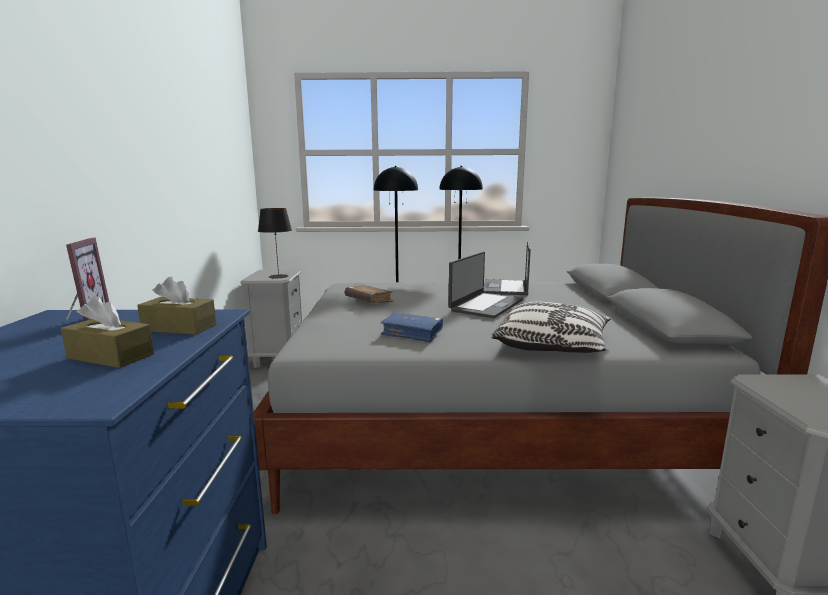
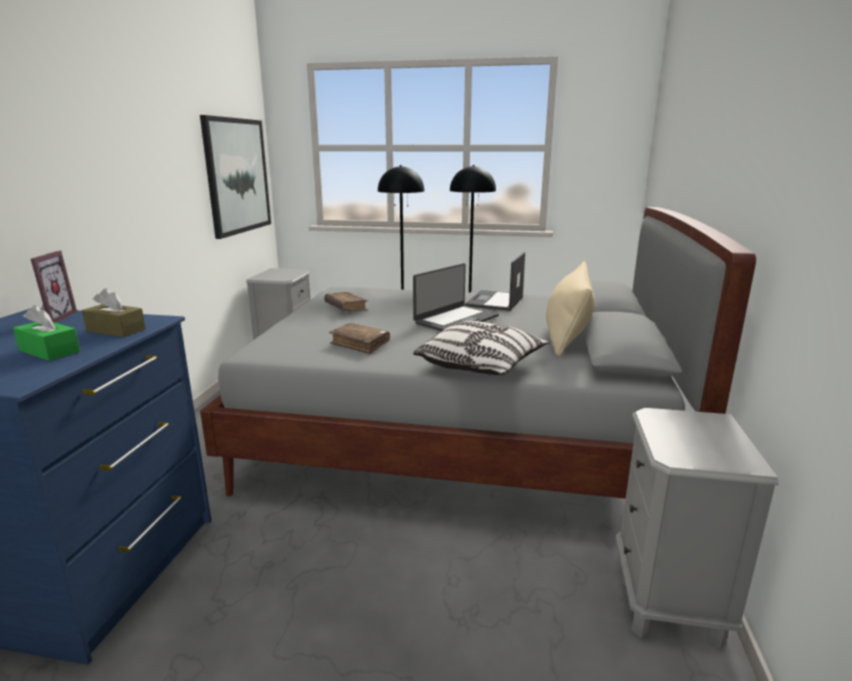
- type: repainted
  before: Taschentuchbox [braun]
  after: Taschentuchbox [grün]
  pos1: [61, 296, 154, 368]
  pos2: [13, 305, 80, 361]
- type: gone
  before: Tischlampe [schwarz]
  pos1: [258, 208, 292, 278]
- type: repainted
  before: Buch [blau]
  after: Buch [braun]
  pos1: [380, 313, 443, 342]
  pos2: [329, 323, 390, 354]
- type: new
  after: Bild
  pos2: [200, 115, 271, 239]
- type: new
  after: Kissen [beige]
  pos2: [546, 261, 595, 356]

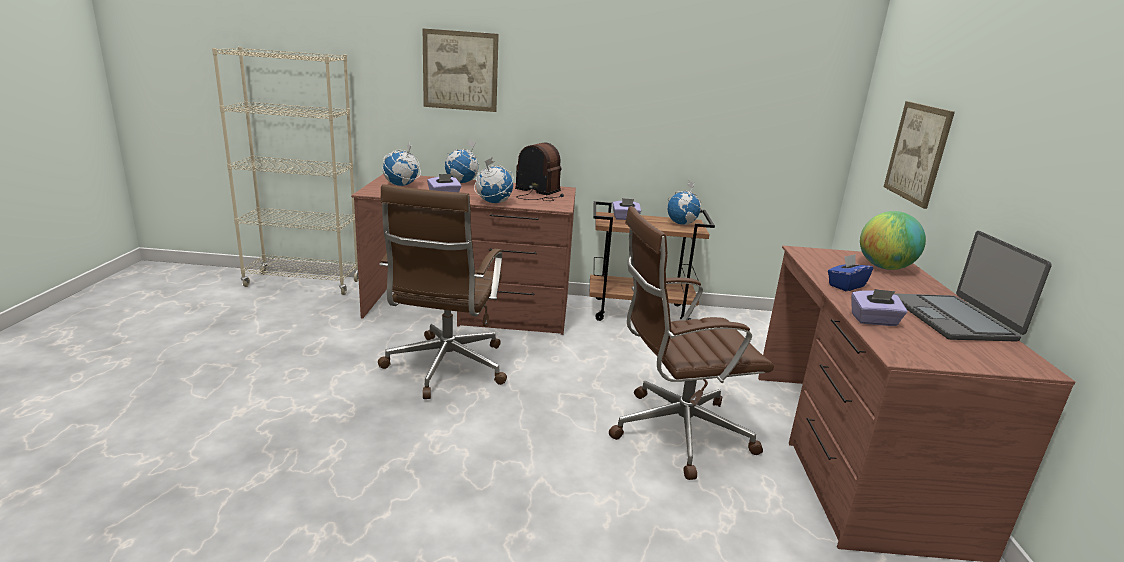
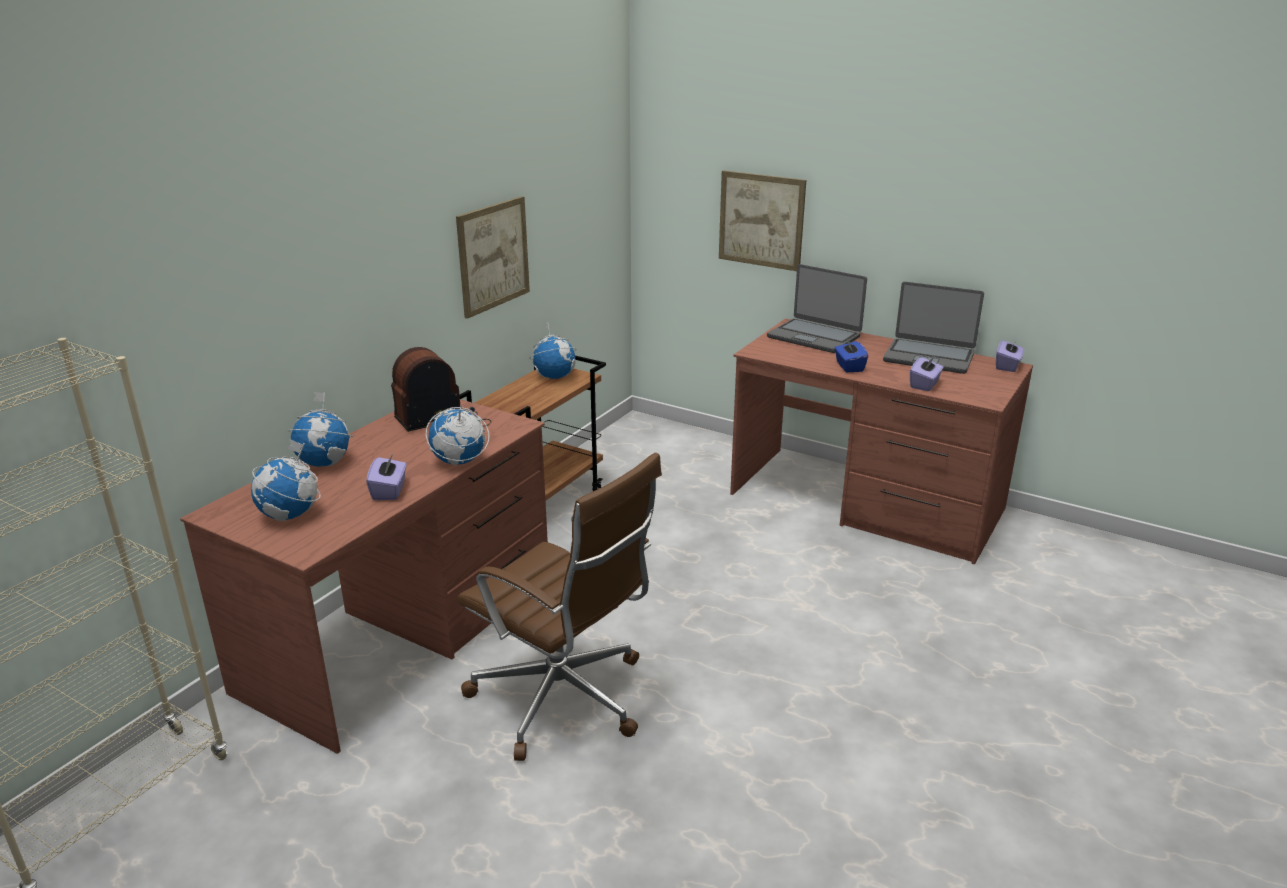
- type: shifted
  before: Bild
  pos1: [423, 28, 499, 112]
  pos2: [456, 196, 530, 319]
- type: gone
  before: Bürostuhl [braun]
  pos1: [609, 206, 774, 480]
- type: shifted
  before: Taschentuchbox [lila]
  pos1: [612, 198, 641, 220]
  pos2: [996, 338, 1024, 372]
- type: swapped
  before: Globus
  after: Laptop
  pos1: [860, 211, 926, 270]
  pos2: [767, 264, 867, 353]

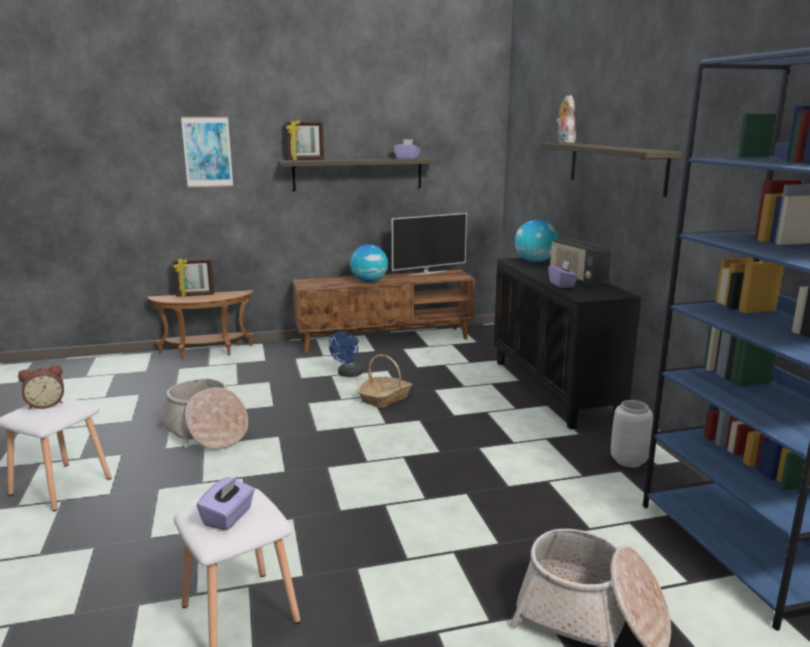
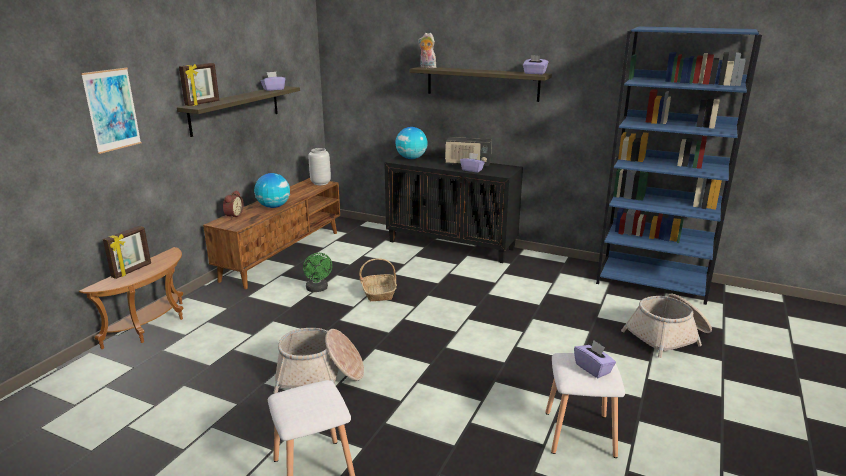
- type: shifted
  before: Wecker
  pos1: [18, 365, 64, 409]
  pos2: [223, 191, 244, 219]
- type: repainted
  before: Ventilator [blau]
  after: Ventilator [grün]
  pos1: [329, 331, 363, 377]
  pos2: [303, 253, 332, 292]
- type: gone
  before: Fernseher
  pos1: [392, 213, 467, 275]
- type: shifted
  before: Vase [grau]
  pos1: [611, 400, 653, 468]
  pos2: [309, 148, 331, 185]
- type: new
  after: Taschentuchbox [lila]
  pos2: [523, 55, 548, 74]

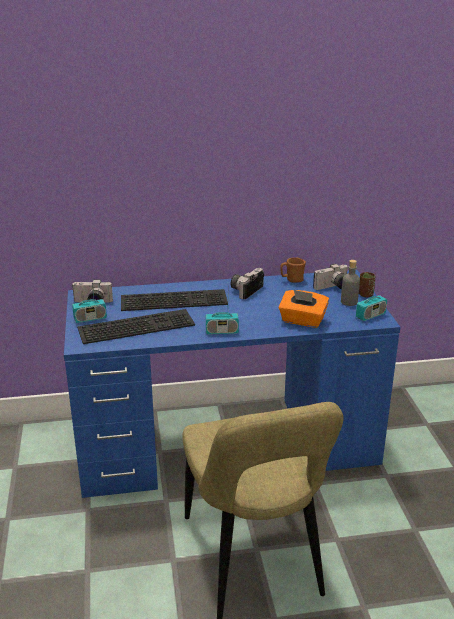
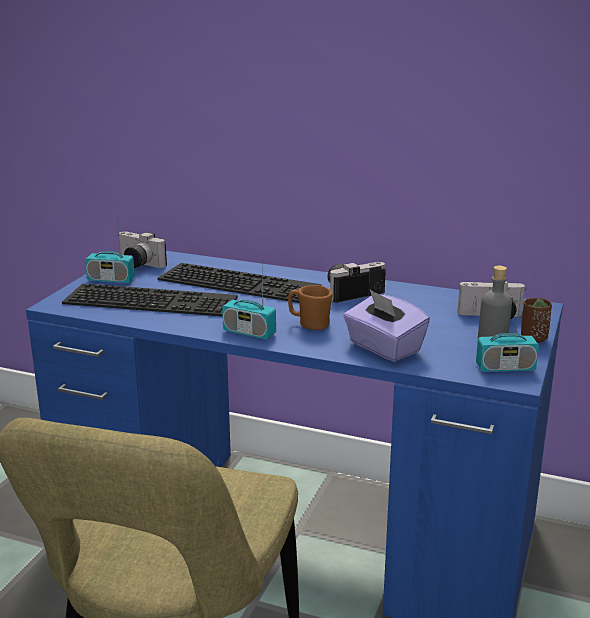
- type: repainted
  before: Taschentuchbox [orange]
  after: Taschentuchbox [lila]
  pos1: [278, 290, 329, 328]
  pos2: [343, 290, 430, 362]
- type: shifted
  before: Henkelbecher [braun]
  pos1: [280, 257, 306, 283]
  pos2: [288, 285, 333, 330]

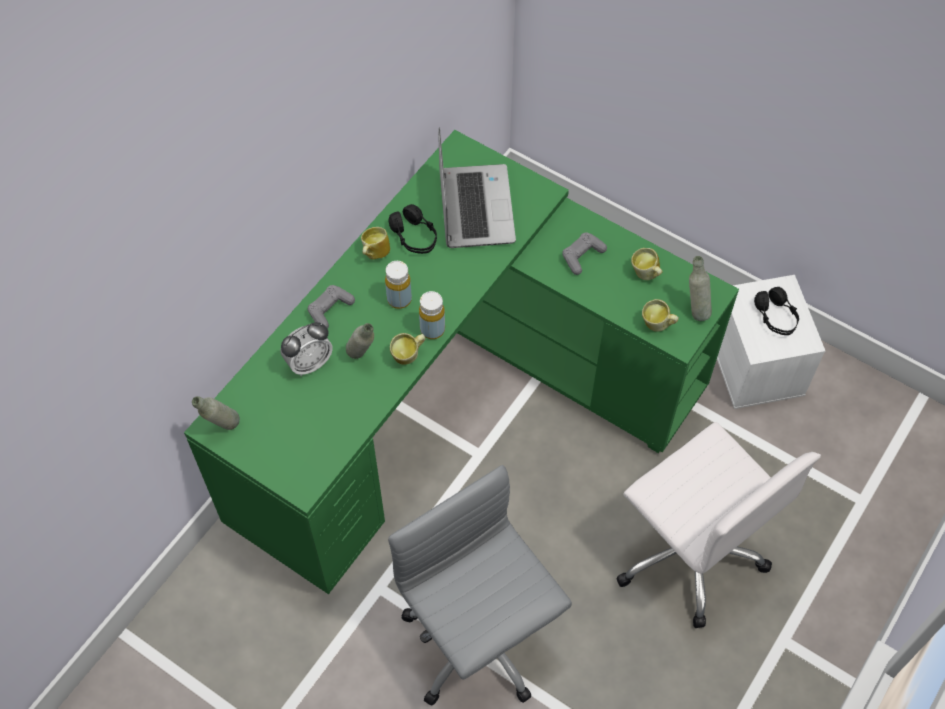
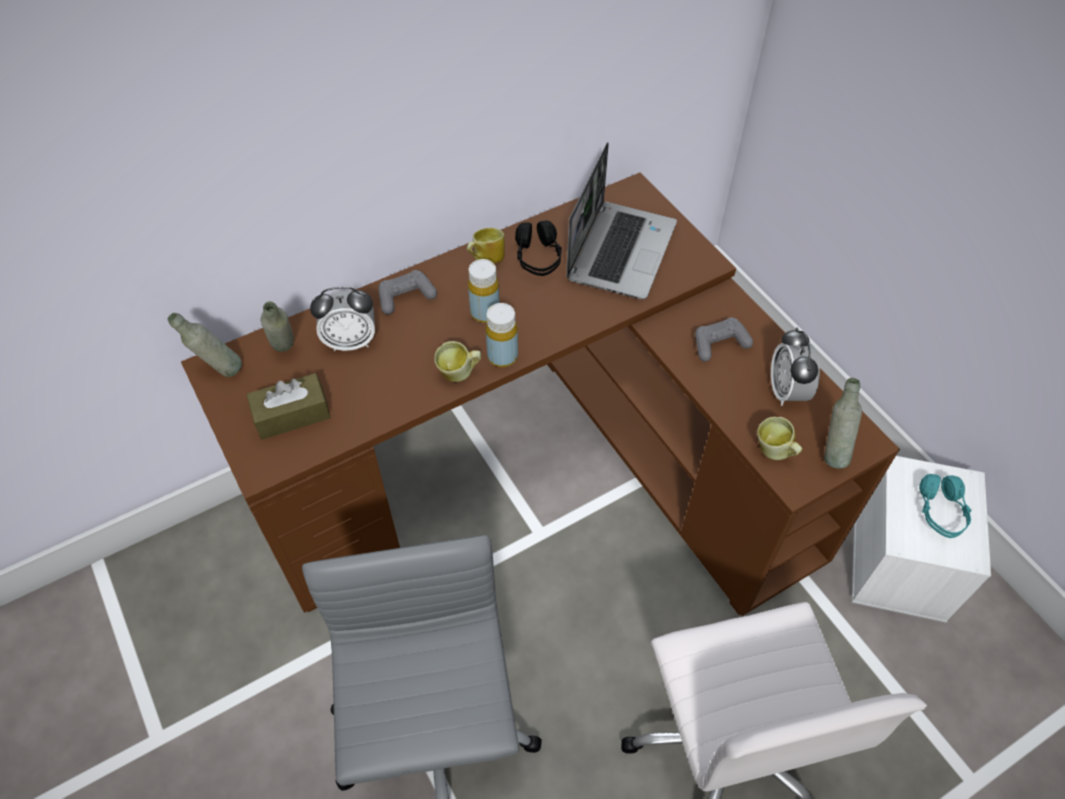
- type: repainted
  before: Schreibtisch [grün]
  after: Schreibtisch [braun]
  pos1: [184, 130, 739, 594]
  pos2: [181, 172, 900, 616]
- type: shifted
  before: Flasche [grau]
  pos1: [346, 323, 374, 359]
  pos2: [261, 301, 294, 351]
- type: swapped
  before: Henkelbecher
  after: Wecker
  pos1: [631, 248, 663, 280]
  pos2: [771, 328, 820, 406]
- type: repainted
  before: Kopfhörer [schwarz]
  after: Kopfhörer [türkis]
  pos1: [754, 287, 799, 335]
  pos2: [919, 474, 972, 538]
- type: new
  after: Taschentuchbox [braun]
  pos2: [246, 373, 331, 440]

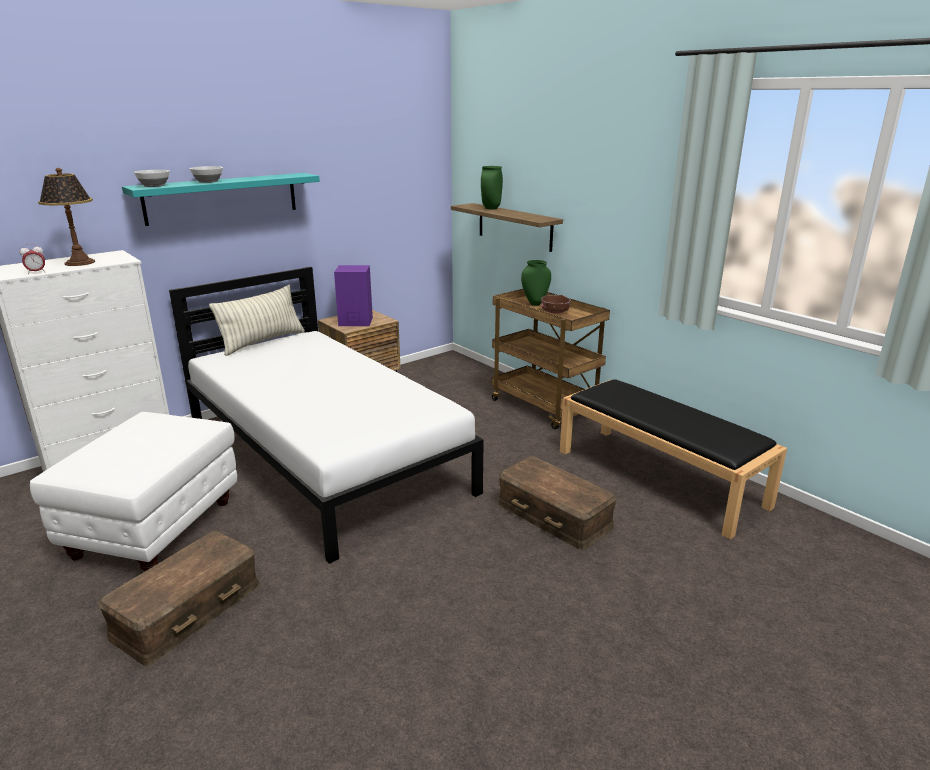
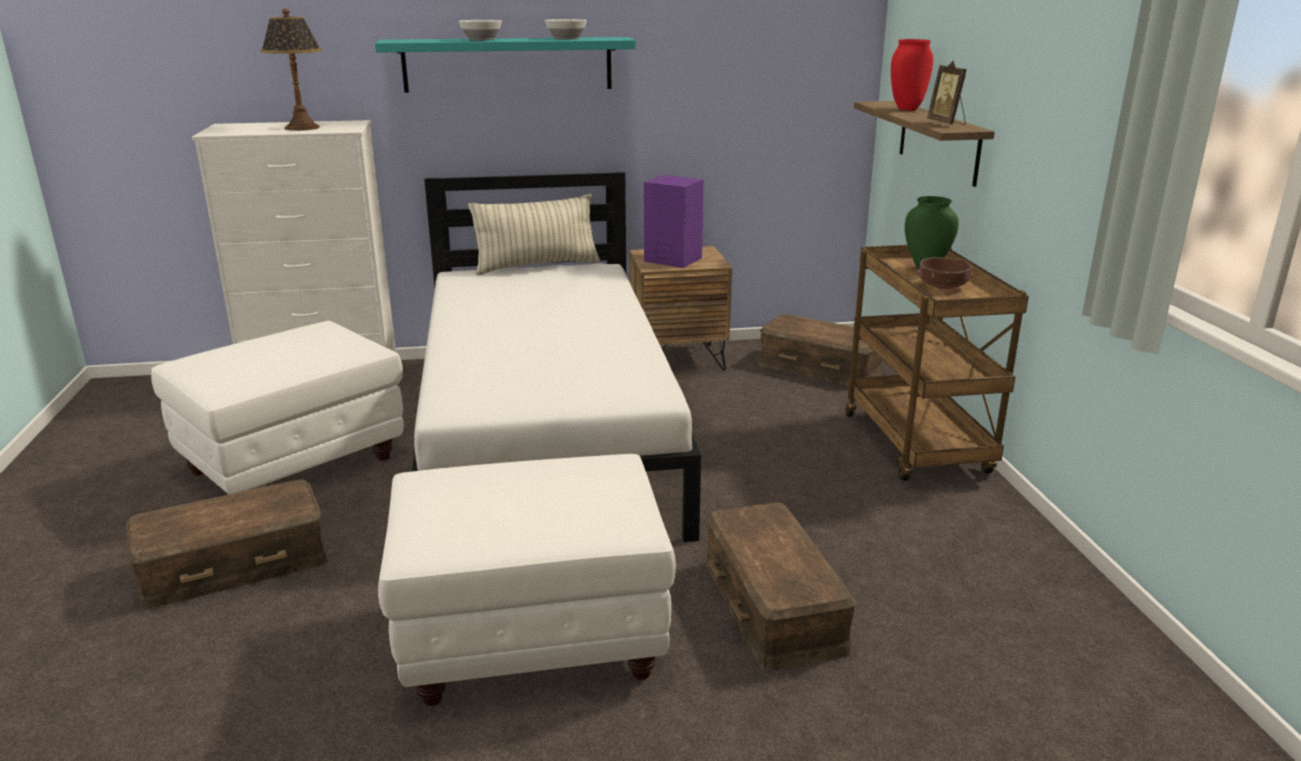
- type: gone
  before: Wecker
  pos1: [19, 243, 45, 274]
- type: shifted
  before: Schüssel
  pos1: [134, 170, 170, 187]
  pos2: [545, 19, 587, 40]
- type: repainted
  before: Vase [grün]
  after: Vase [rot]
  pos1: [481, 166, 503, 209]
  pos2: [891, 39, 933, 111]
- type: gone
  before: Bank [schwarz]
  pos1: [560, 380, 787, 539]
- type: new
  after: Polsterhocker [weiß]
  pos2: [378, 454, 676, 706]
- type: new
  after: Aufbewahrungsbox [braun]
  pos2: [759, 314, 883, 385]
- type: new
  after: Bilderrahmen
  pos2: [927, 61, 967, 125]

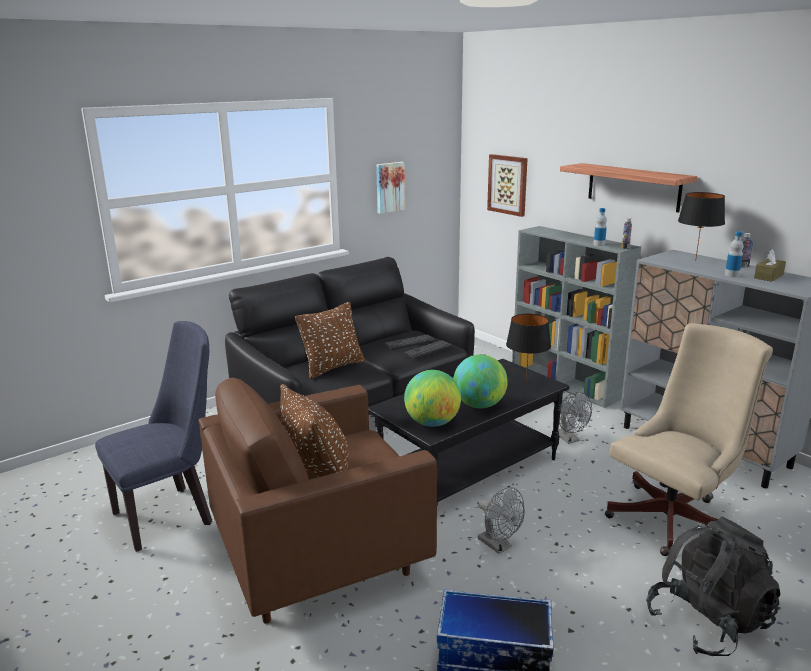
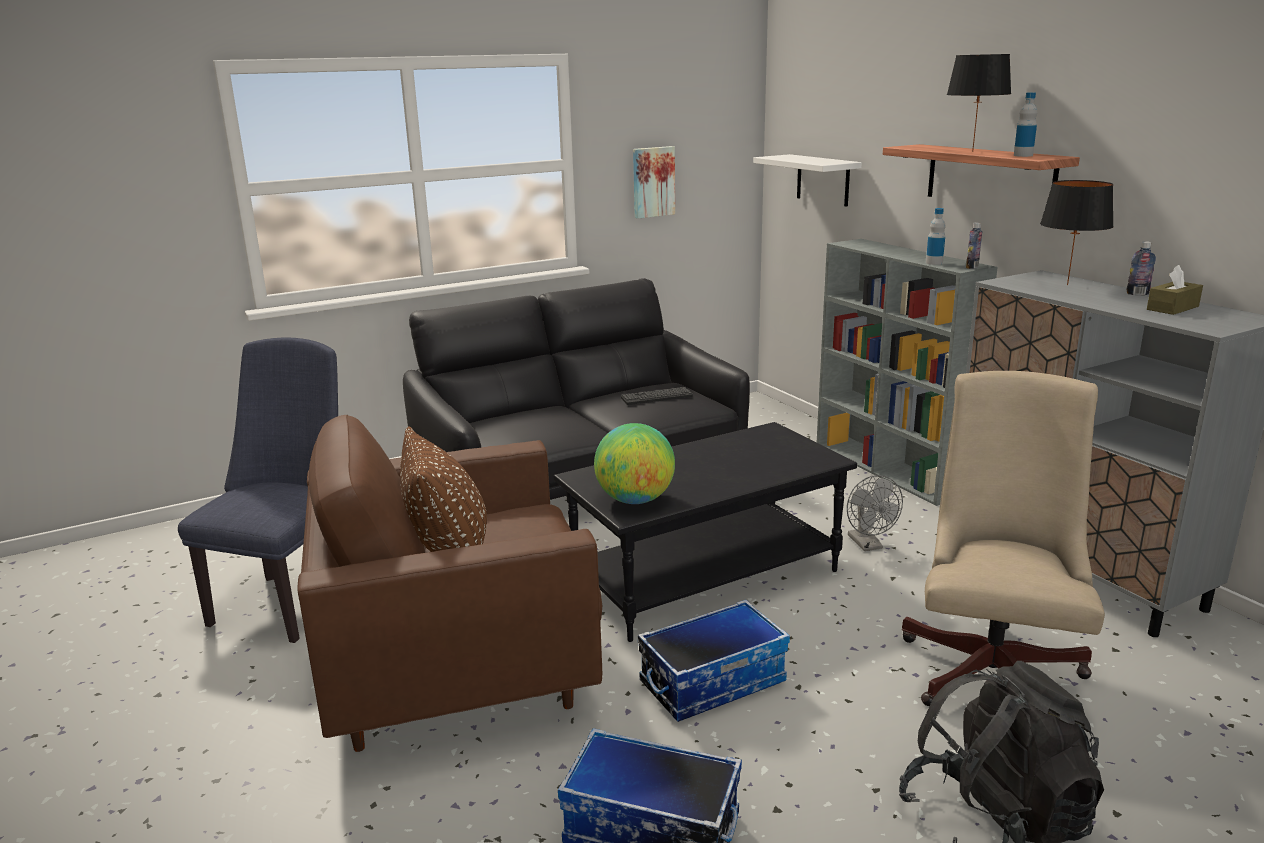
- type: rotated
  before: Stuhl [blau]
  pos1: [95, 321, 212, 552]
  pos2: [178, 338, 338, 643]
  turn: -45
- type: gone
  before: Kissen [braun]
  pos1: [295, 302, 365, 379]
- type: gone
  before: Tastatur
  pos1: [404, 340, 452, 359]
- type: gone
  before: Globus
  pos1: [453, 354, 508, 409]
- type: swapped
  before: Ventilator [grau]
  after: Aufbewahrungsbox
  pos1: [478, 487, 525, 554]
  pos2: [638, 600, 790, 722]
- type: swapped
  before: Bild
  after: Wandregal [weiß]
  pos1: [487, 154, 528, 217]
  pos2: [753, 154, 862, 207]
- type: shifted
  before: Tischlampe [schwarz]
  pos1: [506, 314, 551, 382]
  pos2: [947, 54, 1011, 152]
- type: rotated
  before: Bürostuhl [beige]
  pos1: [605, 323, 773, 556]
  pos2: [902, 371, 1105, 706]
  turn: -45
- type: shifted
  before: Flasche
  pos1: [725, 231, 743, 277]
  pos2: [1014, 92, 1037, 157]

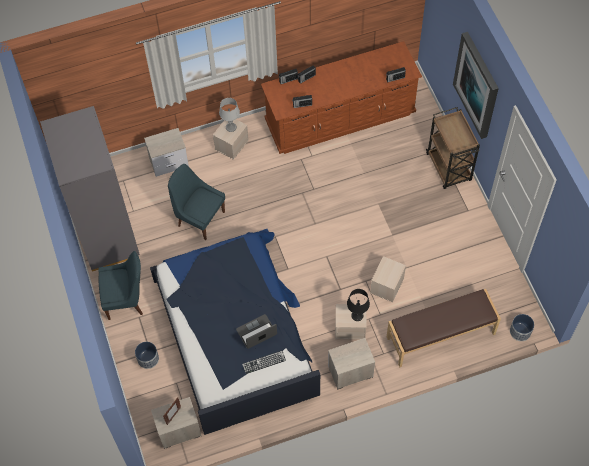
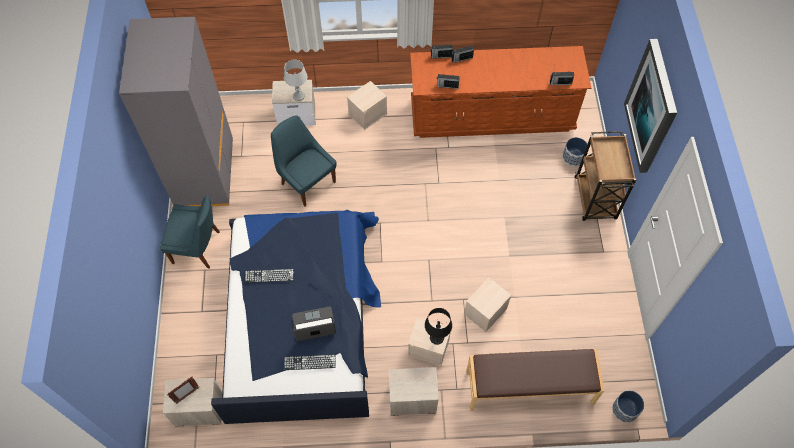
- type: shifted
  before: Pflanzkübel
  pos1: [135, 342, 159, 369]
  pos2: [562, 137, 587, 167]
- type: shifted
  before: Tischlampe [grau]
  pos1: [219, 98, 240, 132]
  pos2: [284, 59, 307, 101]
- type: new
  after: Tastatur
  pos2: [245, 269, 294, 283]

